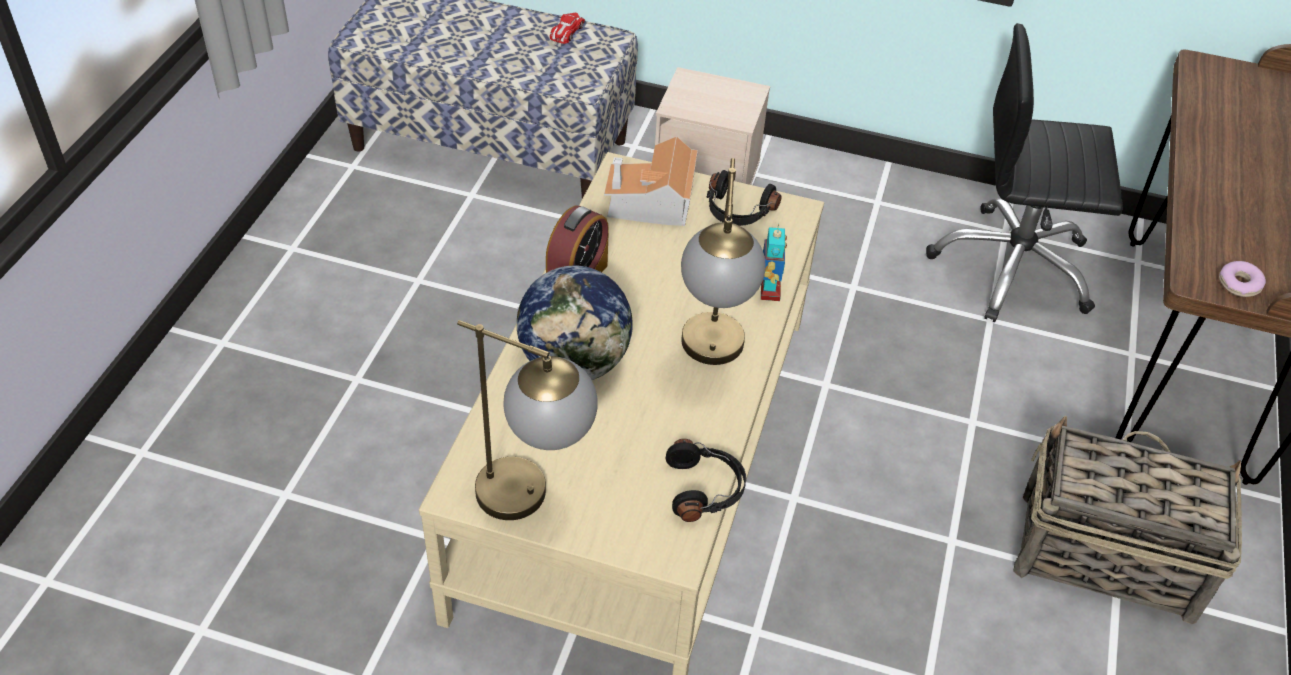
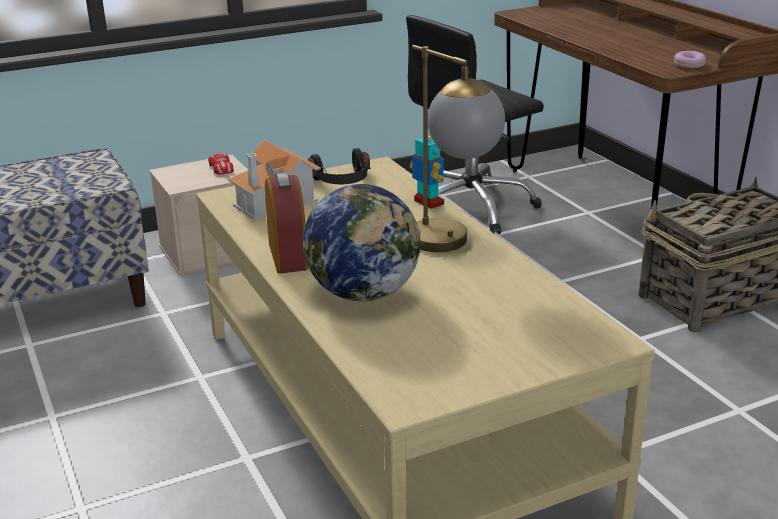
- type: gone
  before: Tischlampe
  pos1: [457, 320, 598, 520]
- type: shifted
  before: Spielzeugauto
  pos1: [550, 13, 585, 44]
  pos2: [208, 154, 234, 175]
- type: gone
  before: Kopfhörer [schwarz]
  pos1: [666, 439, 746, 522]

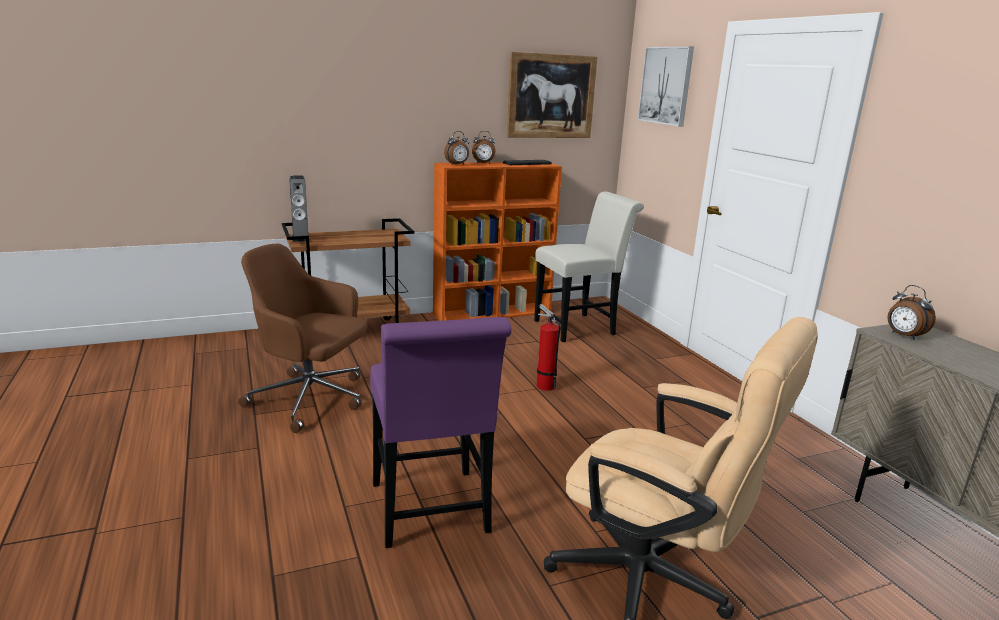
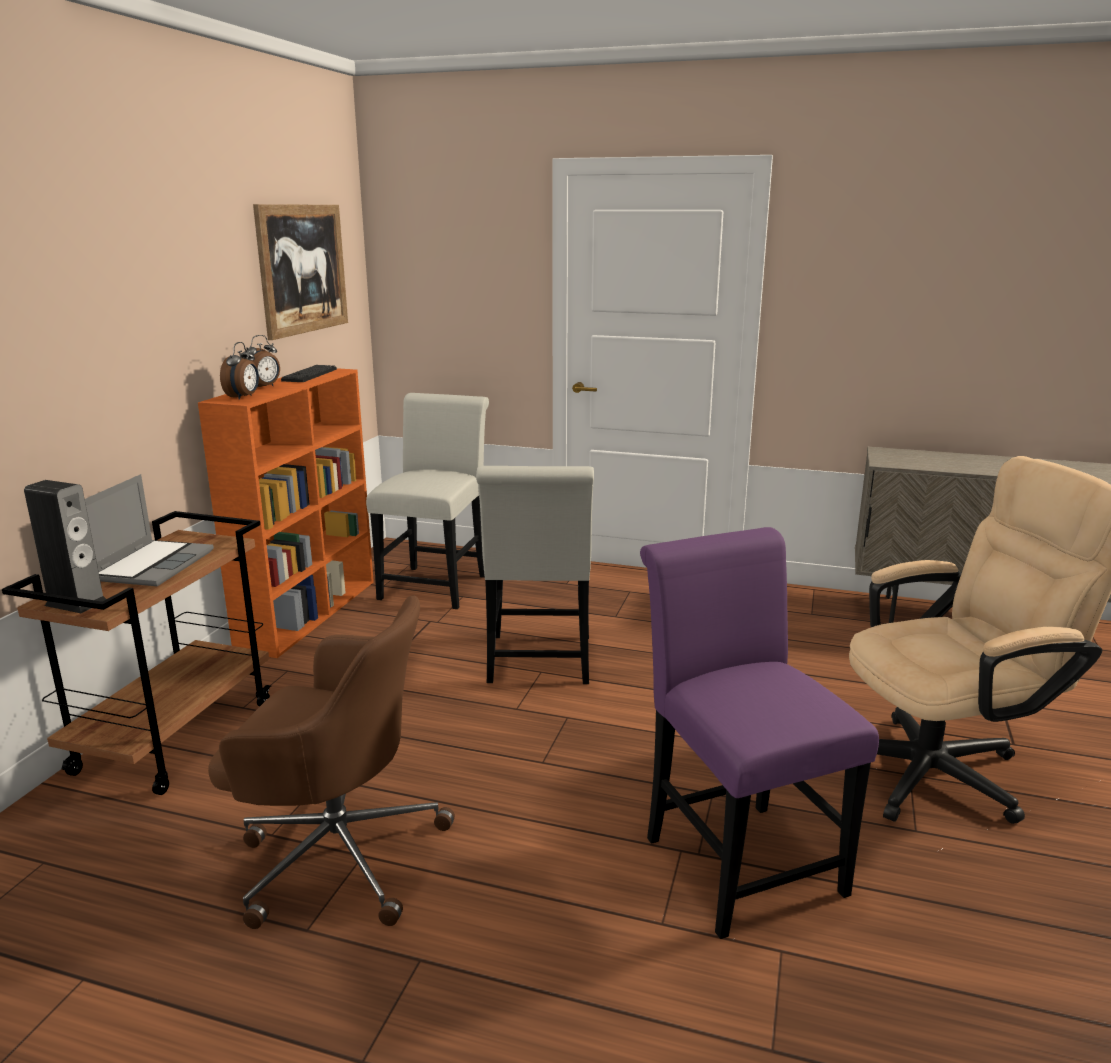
- type: rotated
  before: Bürostuhl [braun]
  pos1: [238, 244, 368, 433]
  pos2: [208, 596, 455, 929]
  turn: -135
- type: rotated
  before: Stuhl [lila]
  pos1: [370, 317, 512, 548]
  pos2: [640, 527, 879, 939]
  turn: -135
- type: swapped
  before: Feuerlöscher
  after: Stuhl [weiß]
  pos1: [537, 304, 561, 391]
  pos2: [476, 466, 594, 684]
- type: gone
  before: Bild
  pos1: [638, 46, 694, 127]
- type: gone
  before: Wecker
  pos1: [887, 285, 936, 340]
- type: new
  after: Laptop
  pos2: [85, 474, 214, 586]

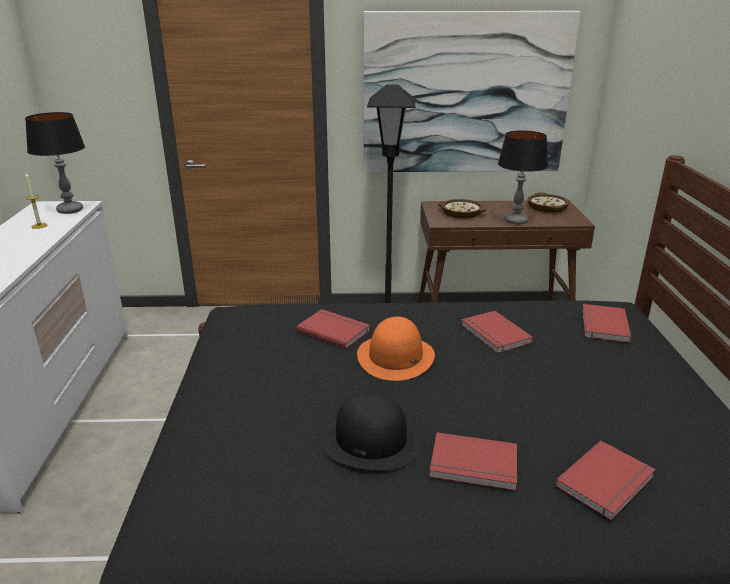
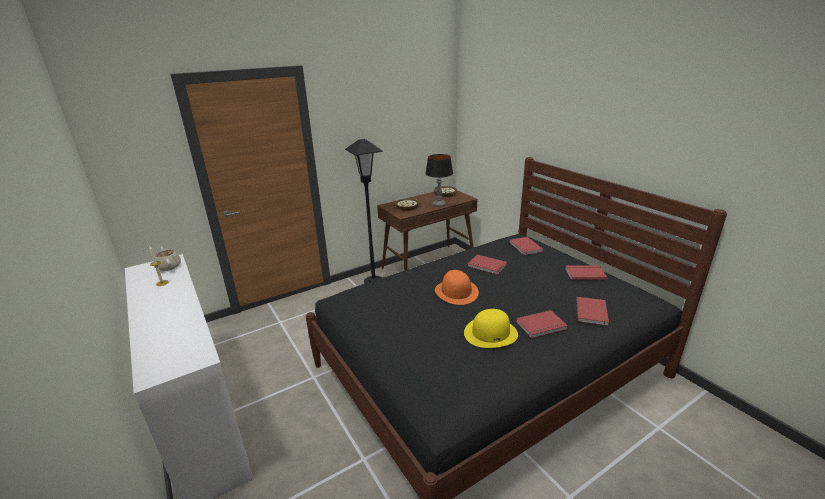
- type: swapped
  before: Tischlampe
  after: Teekanne [beige]
  pos1: [25, 112, 85, 214]
  pos2: [154, 246, 181, 271]
- type: shifted
  before: Buch [rot]
  pos1: [296, 309, 370, 349]
  pos2: [565, 265, 607, 280]
- type: repainted
  before: Hut [schwarz]
  after: Hut [gelb]
  pos1: [320, 394, 422, 470]
  pos2: [464, 309, 518, 348]
- type: gone
  before: Bild
  pos1: [364, 11, 581, 172]

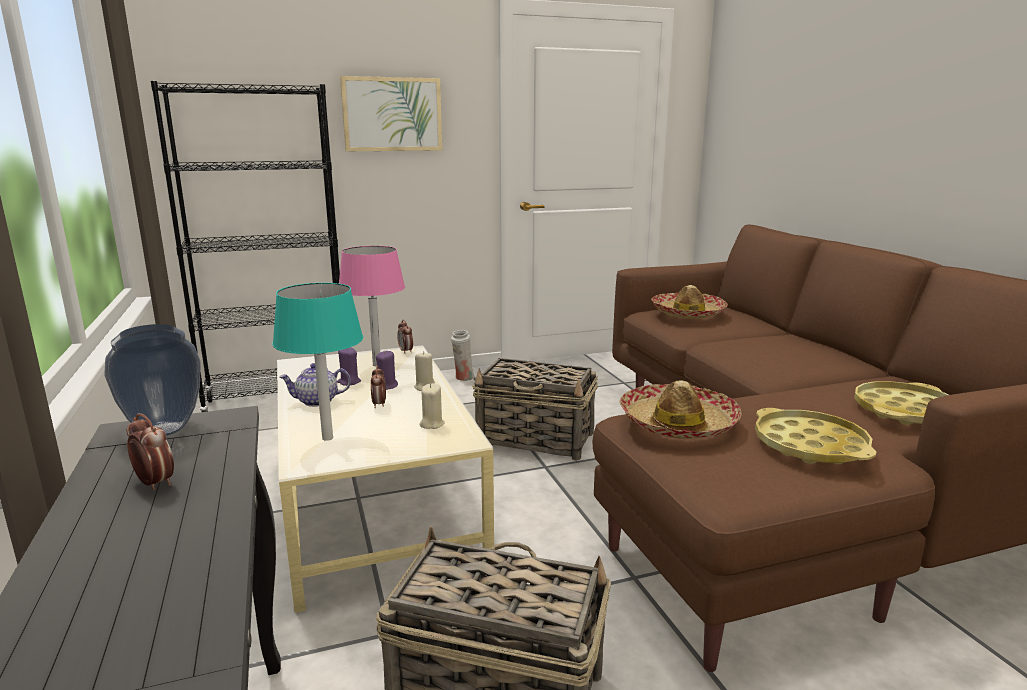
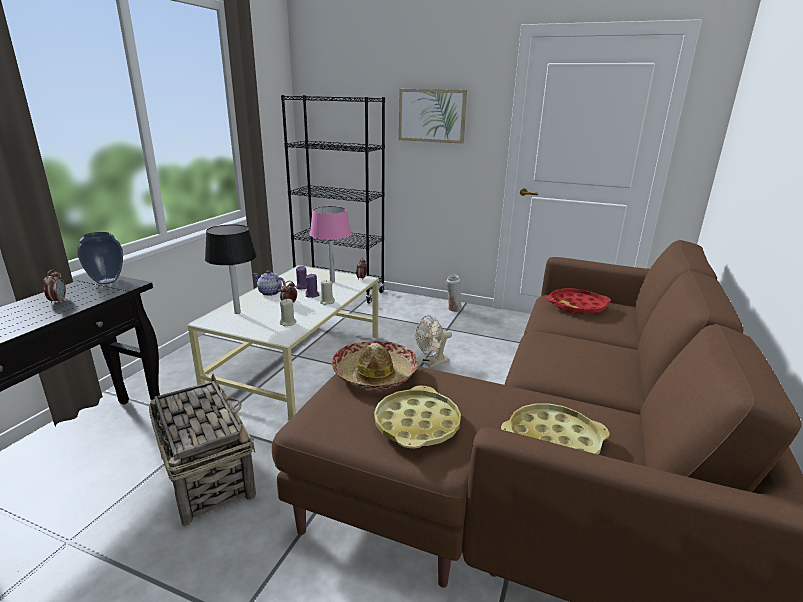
- type: repainted
  before: Tischlampe [türkis]
  after: Tischlampe [schwarz]
  pos1: [272, 283, 363, 441]
  pos2: [205, 224, 257, 314]
- type: swapped
  before: Korb
  after: Ventilator [beige]
  pos1: [472, 358, 598, 461]
  pos2: [416, 315, 452, 368]
- type: swapped
  before: Hut
  after: Tablett [rot]
  pos1: [651, 285, 728, 319]
  pos2: [545, 289, 611, 315]

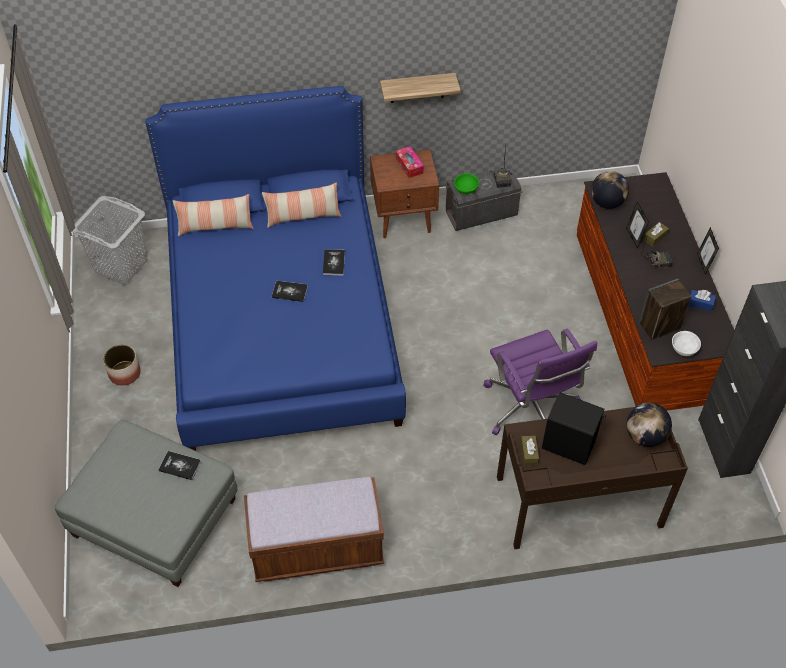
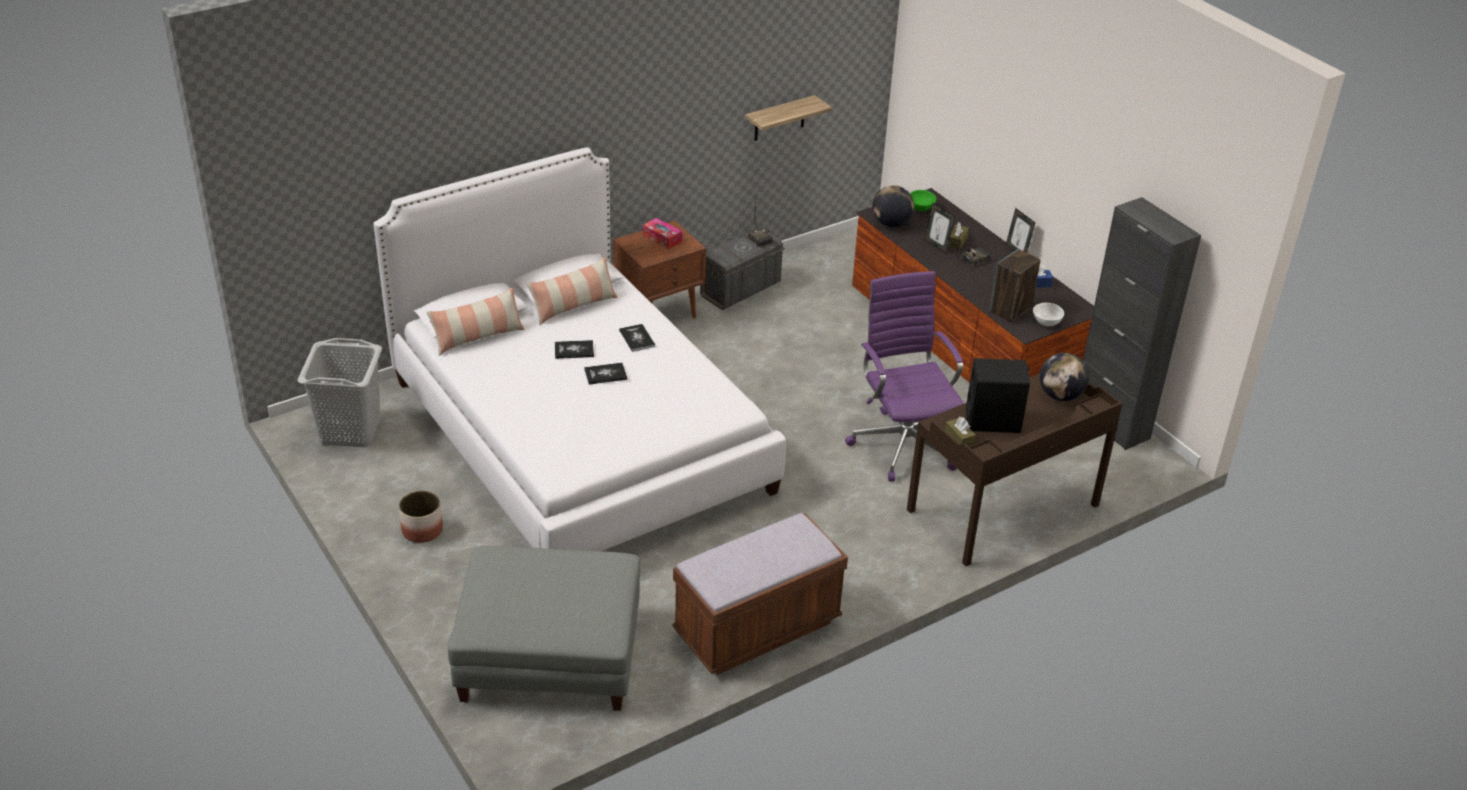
- type: repainted
  before: Bett [blau]
  after: Bett [weiß]
  pos1: [145, 86, 406, 451]
  pos2: [373, 147, 786, 551]
- type: shifted
  before: Buch
  pos1: [158, 451, 201, 480]
  pos2: [555, 340, 594, 359]
- type: shifted
  before: Wandregal
  pos1: [380, 73, 461, 103]
  pos2: [745, 95, 832, 141]
- type: shifted
  before: Schüssel [grün]
  pos1: [454, 173, 479, 194]
  pos2: [910, 190, 936, 211]
- type: rotated
  before: Bürostuhl [lila]
  pos1: [483, 329, 597, 435]
  pos2: [845, 271, 964, 482]
  turn: -150

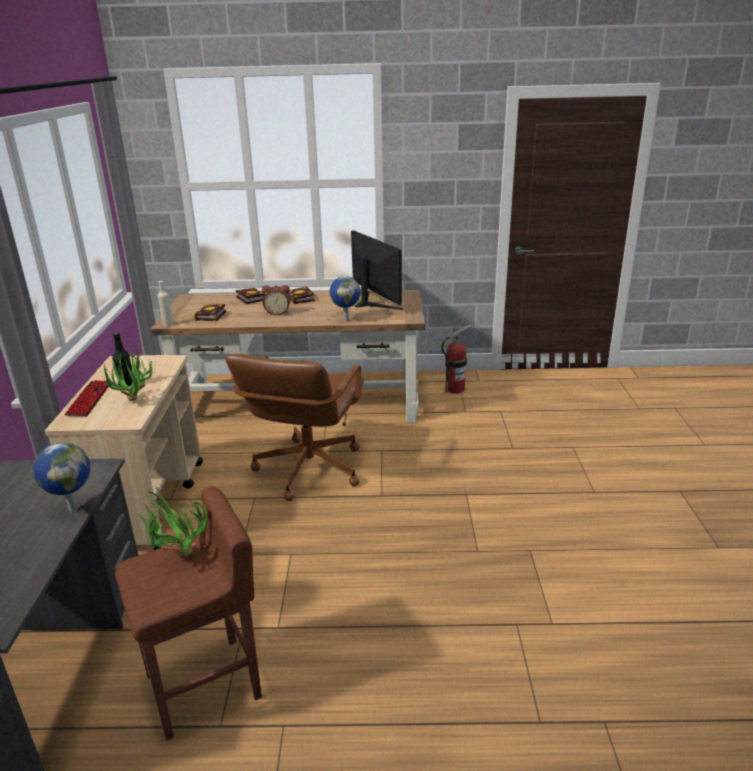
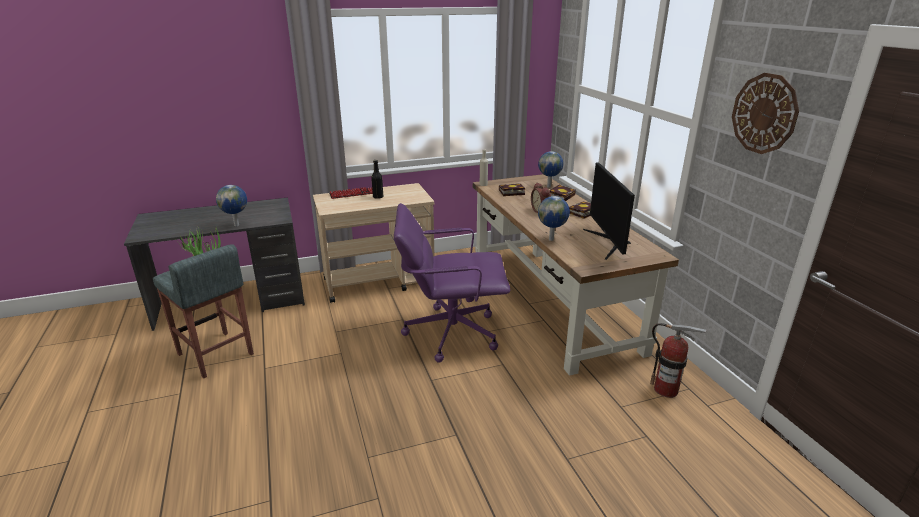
- type: gone
  before: Topfpflanze
  pos1: [100, 347, 155, 401]
- type: repainted
  before: Hocker [braun]
  after: Hocker [grau]
  pos1: [115, 487, 262, 740]
  pos2: [153, 244, 254, 378]
- type: repainted
  before: Bürostuhl [braun]
  after: Bürostuhl [lila]
  pos1: [225, 354, 364, 501]
  pos2: [394, 203, 510, 363]
- type: rotated
  before: Monitor
  pos1: [351, 230, 403, 310]
  pos2: [583, 162, 635, 260]
  turn: 135
- type: new
  after: Globus
  pos2: [538, 151, 563, 188]
- type: new
  after: Wanduhr
  pos2: [732, 73, 799, 154]

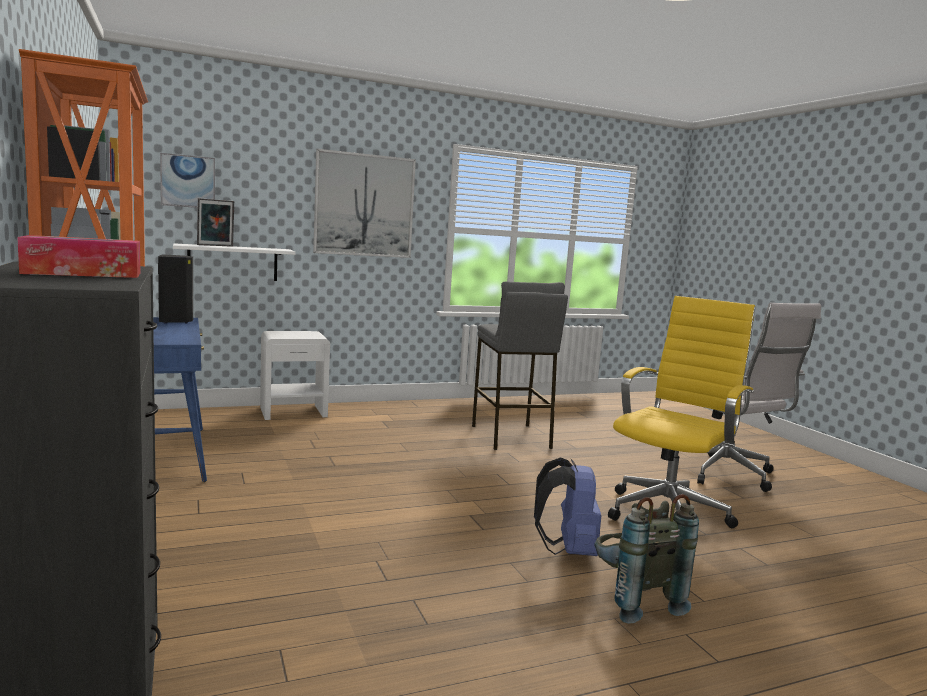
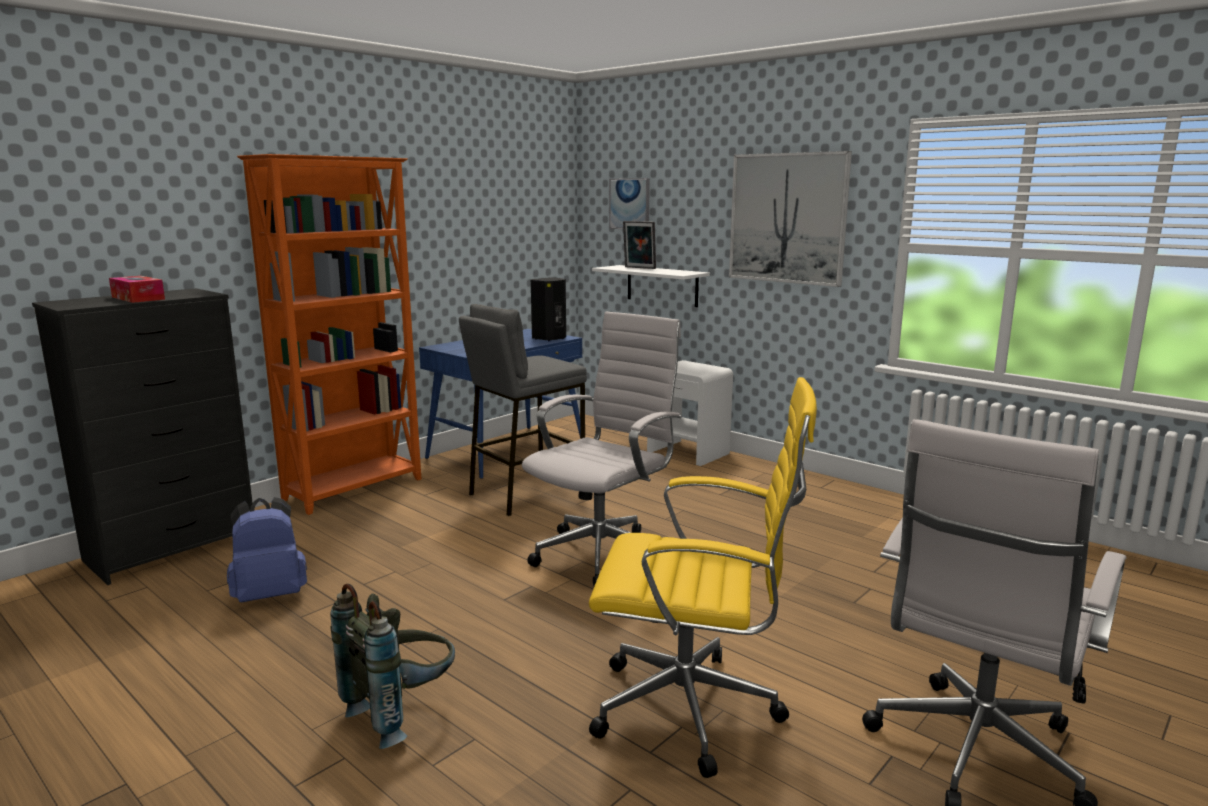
- type: shifted
  before: Hocker [grau]
  pos1: [472, 282, 568, 450]
  pos2: [459, 304, 587, 516]
- type: shifted
  before: Rucksack [blau]
  pos1: [534, 457, 601, 556]
  pos2: [227, 497, 307, 603]
- type: new
  after: Bürostuhl [weiß]
  pos2: [522, 311, 682, 586]

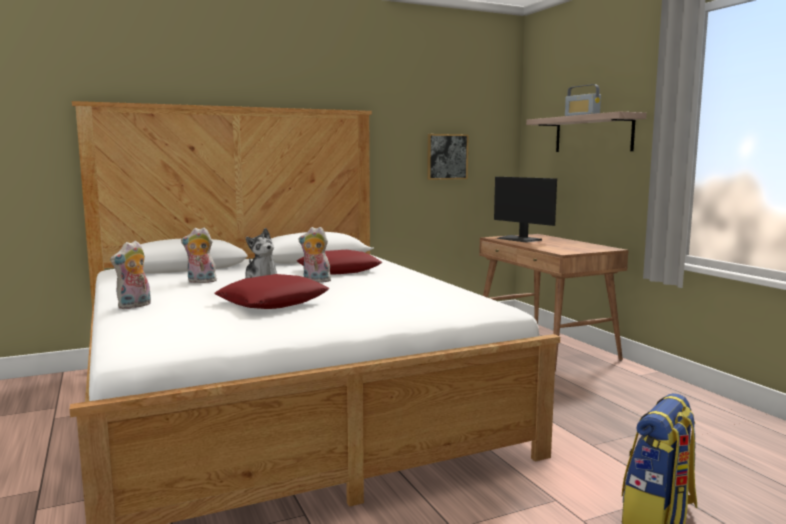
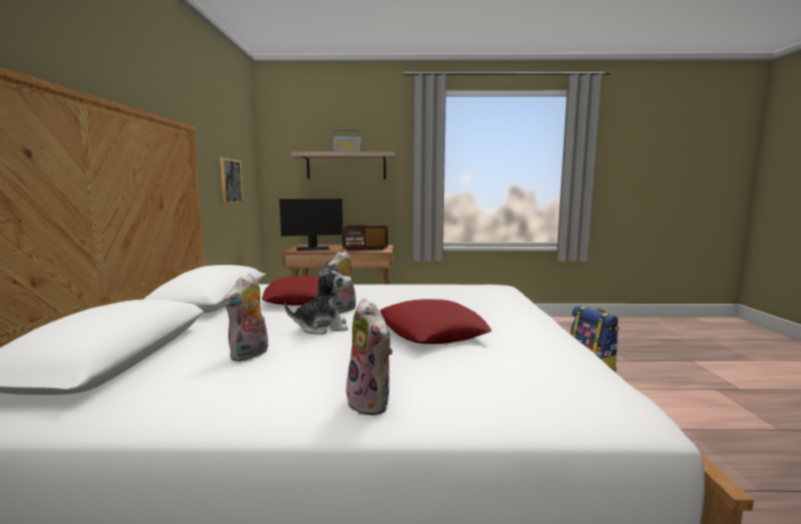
- type: new
  after: Radio
  pos2: [341, 224, 388, 251]

